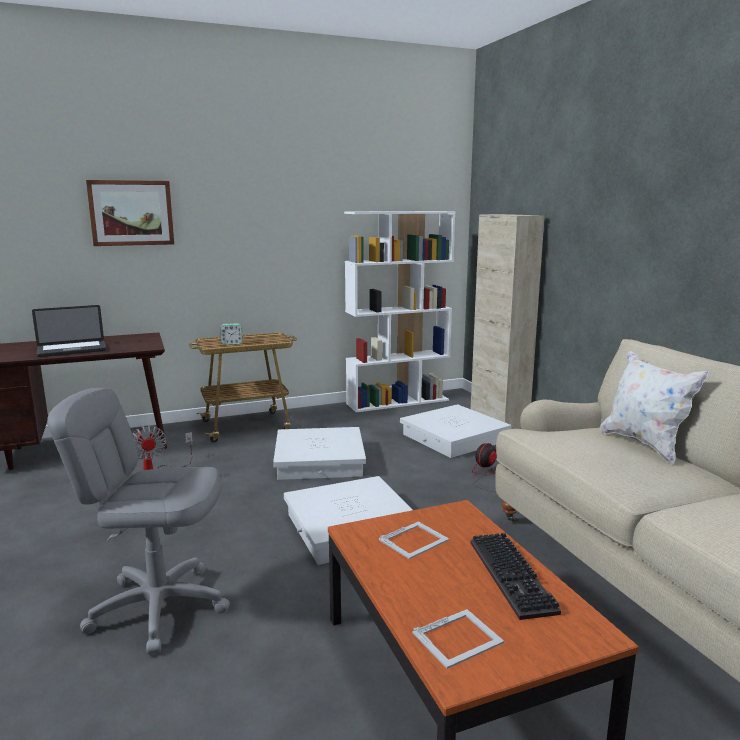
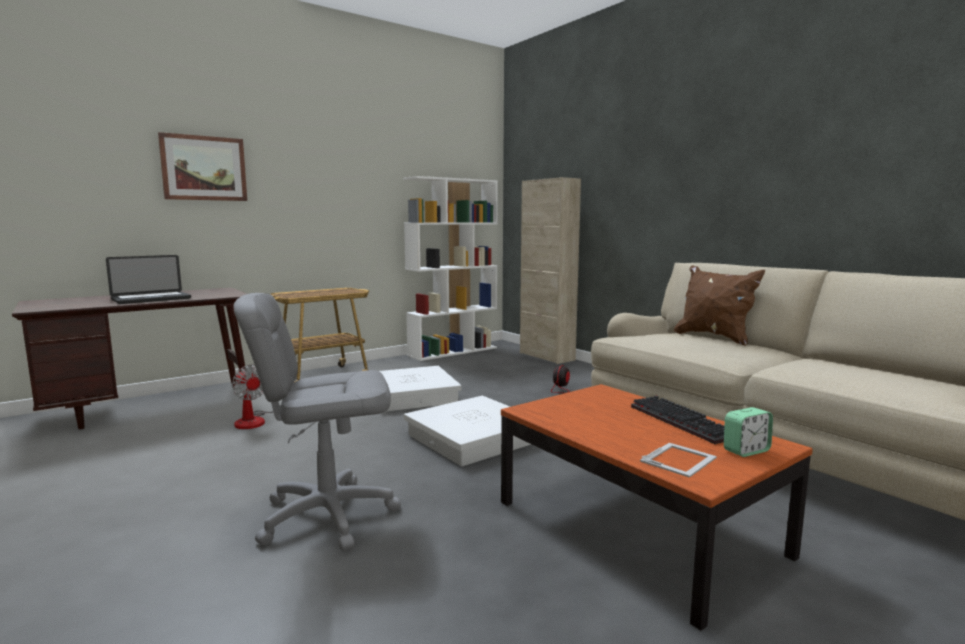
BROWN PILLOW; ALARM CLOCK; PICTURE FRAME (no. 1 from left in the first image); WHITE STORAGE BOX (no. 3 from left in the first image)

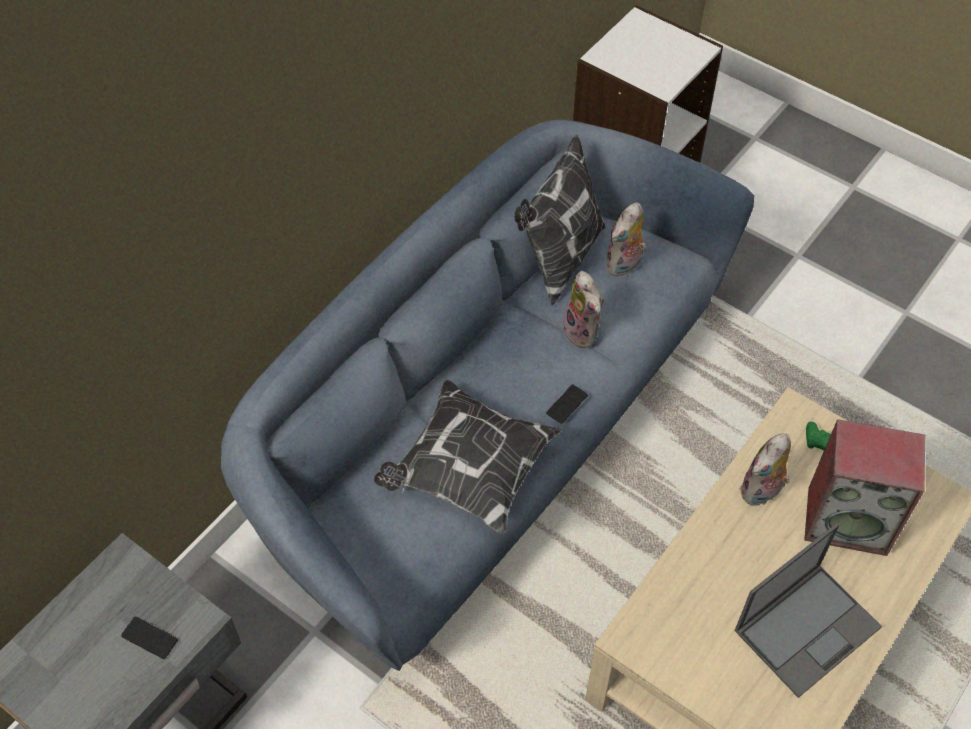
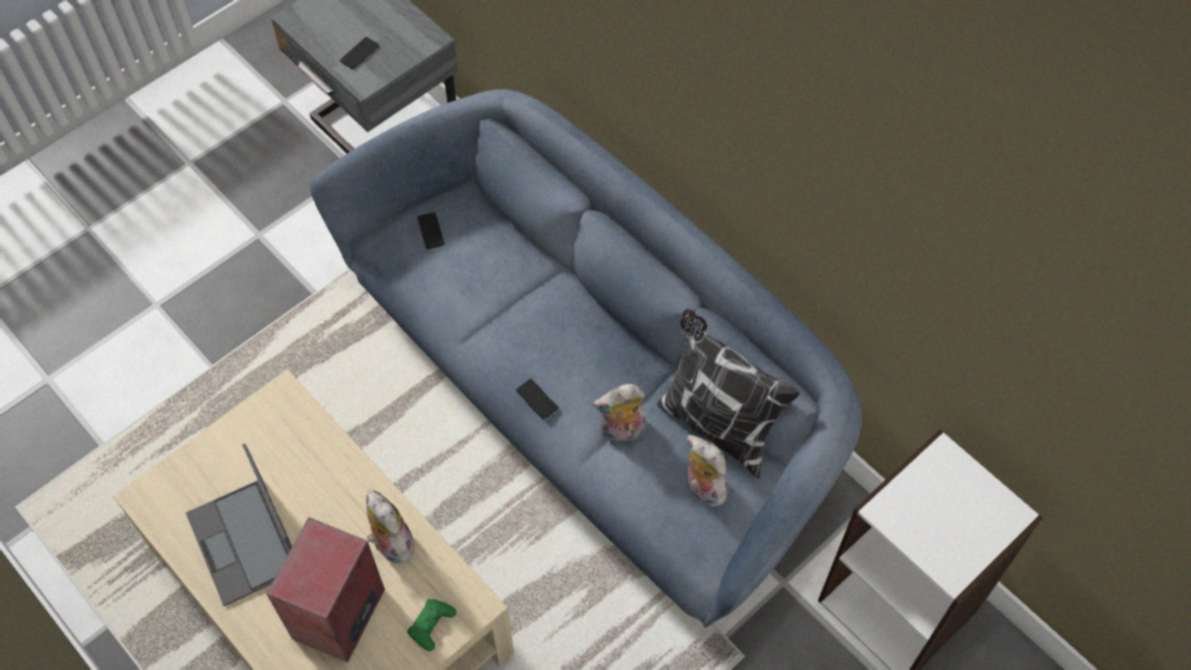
PHONE (no. 2 from left); PILLOW (no. 1 from left in the first image)

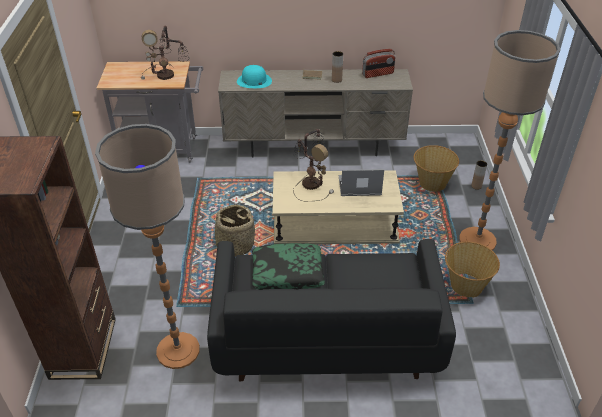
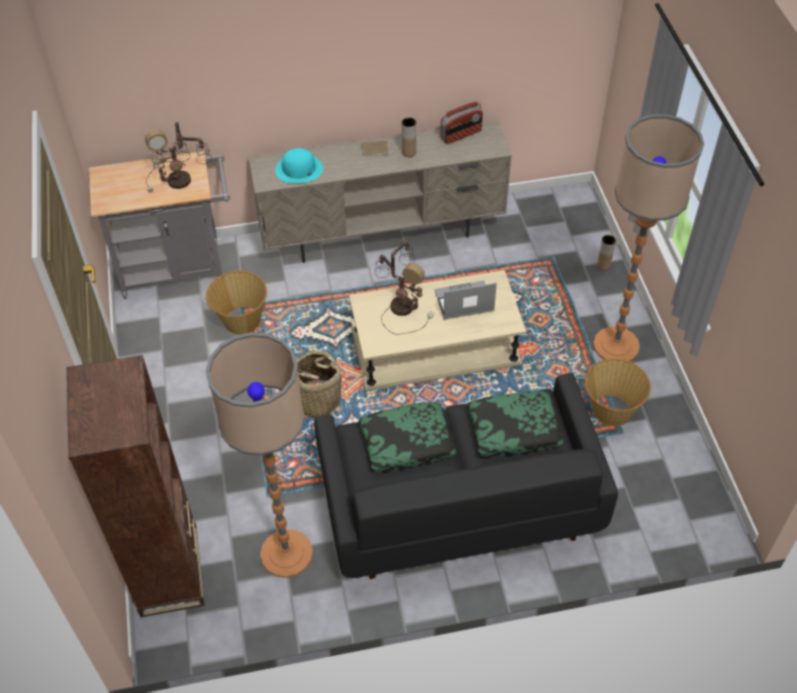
BASKET (no. 1 from left); PILLOW (no. 2 from left)

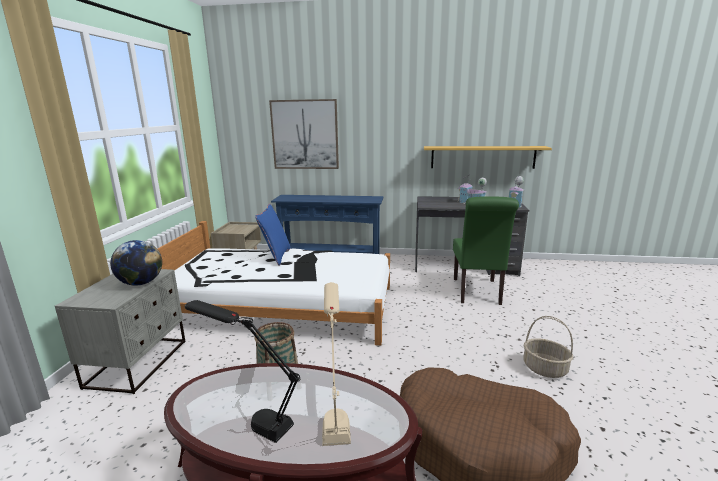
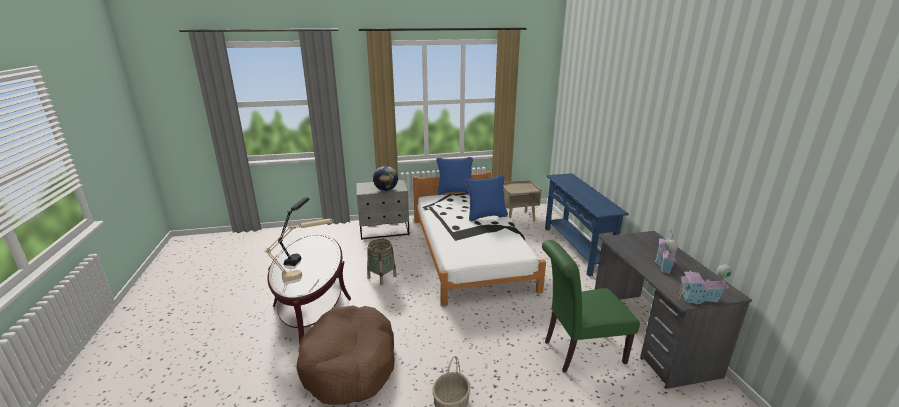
BLUE PILLOW (no. 1 from left); PICTURE; SHELF

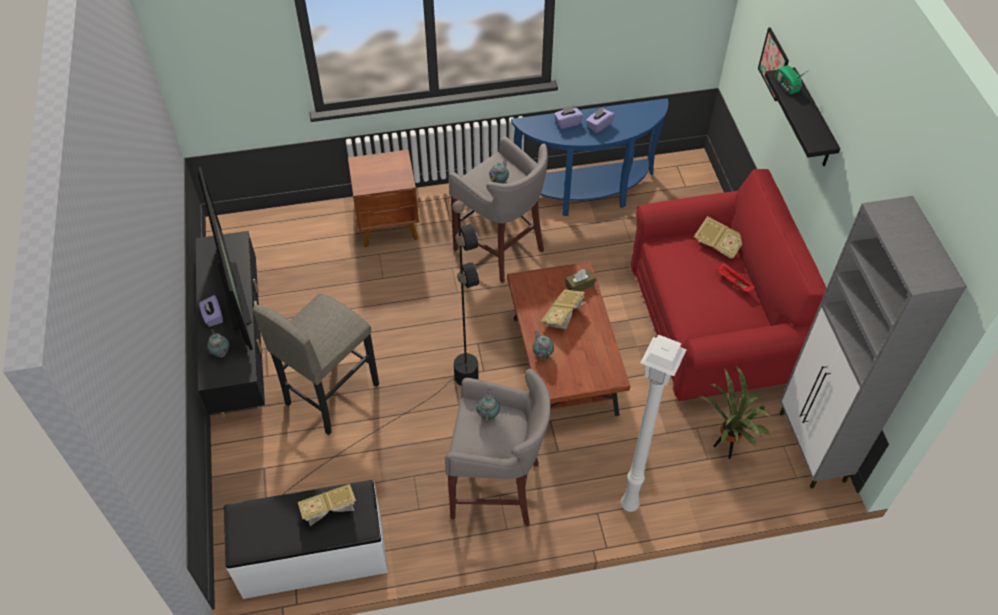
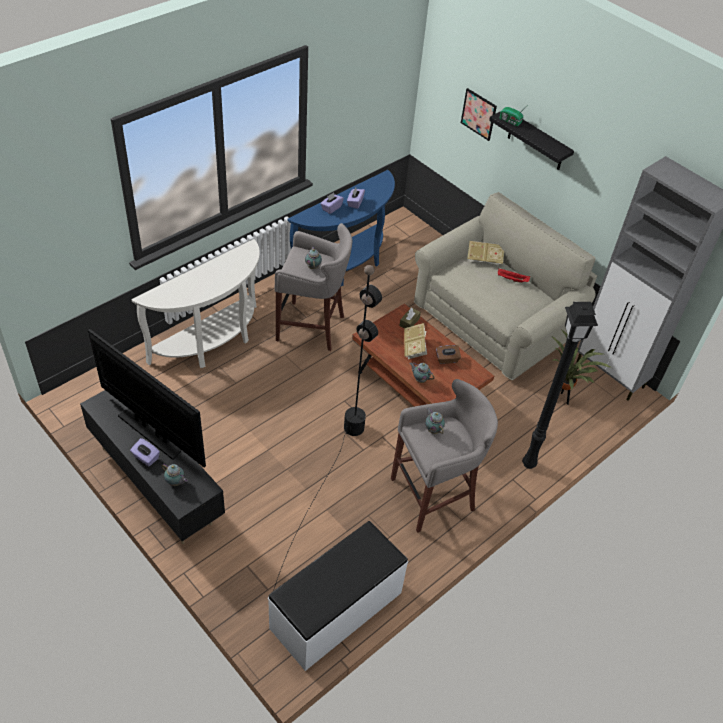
WHITE CONSOLE TABLE; BEIGE SOFA; BROWN TISSUE BOX (no. 2 from left); BLACK FLOOR LAMP (no. 2 from left); GREY STOOL (no. 1 from left in the first image); BOOK (no. 1 from left in the first image)

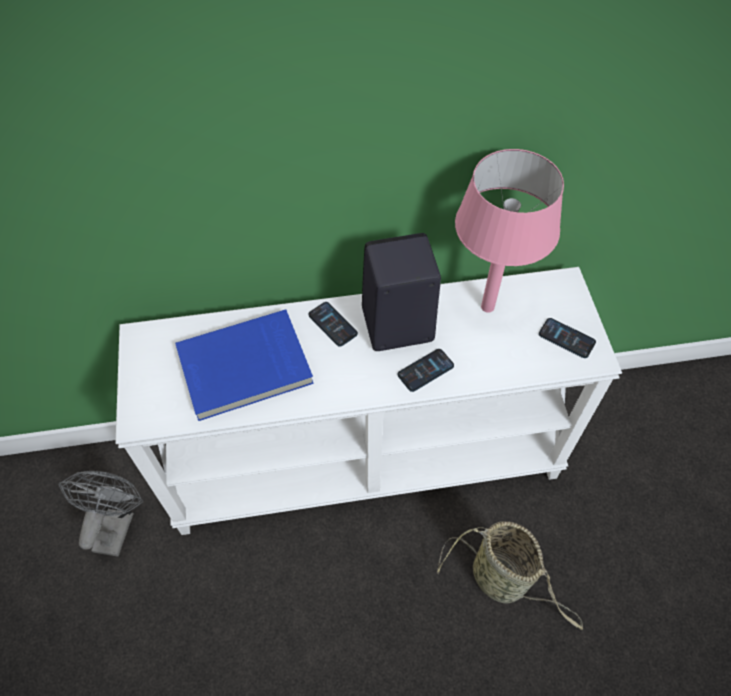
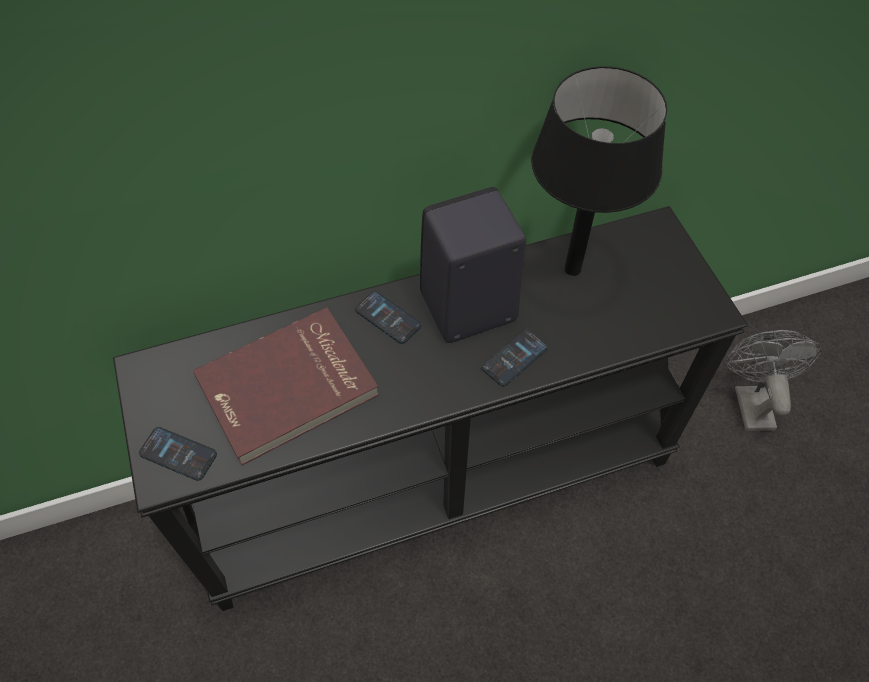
BLACK CONSOLE TABLE; PHONE (no. 1 from left); RED BOOK; BLACK TABLE LAMP; GREY FAN; BASKET

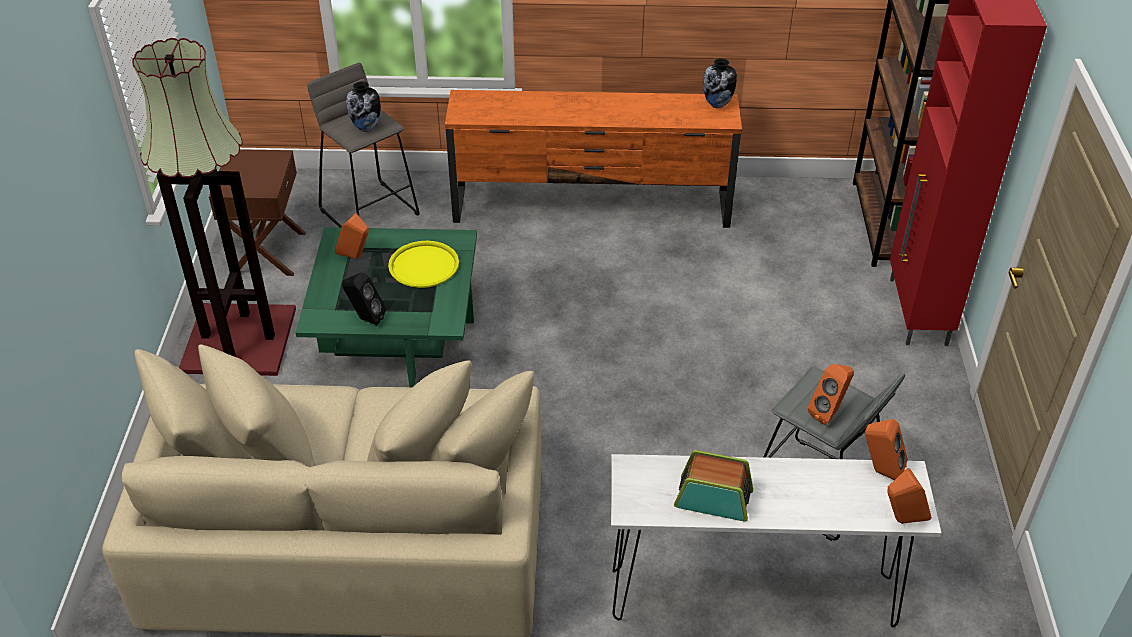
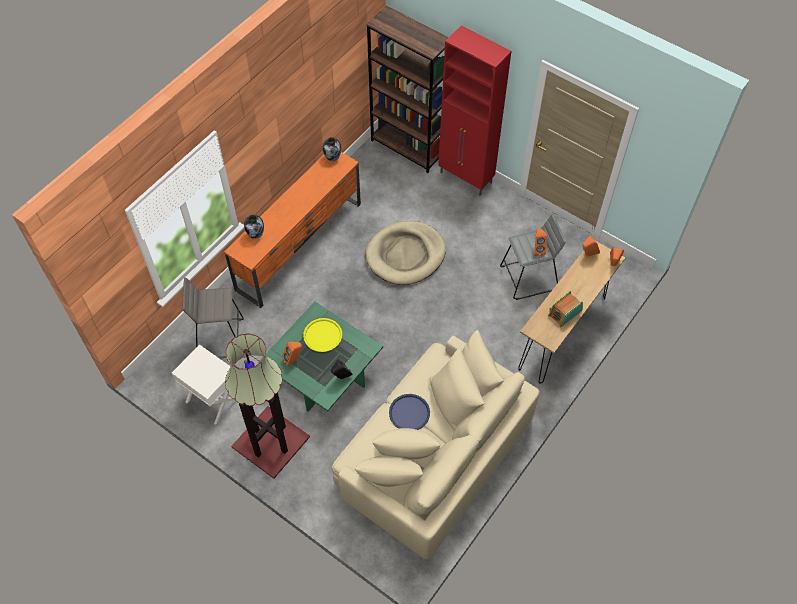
WHITE NIGHTSTAND; VASE (no. 1 from left); BEIGE DOG BED; BLUE TRAY; BROWN CONSOLE TABLE

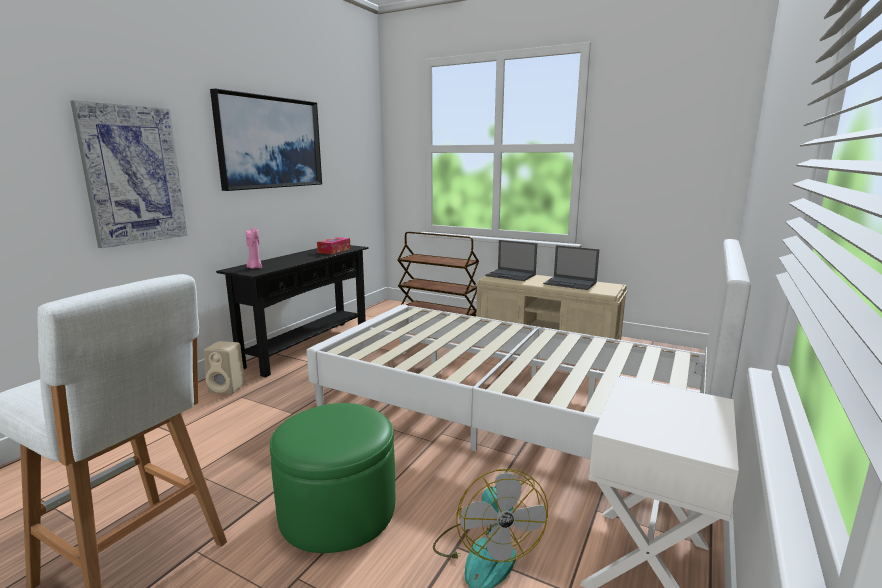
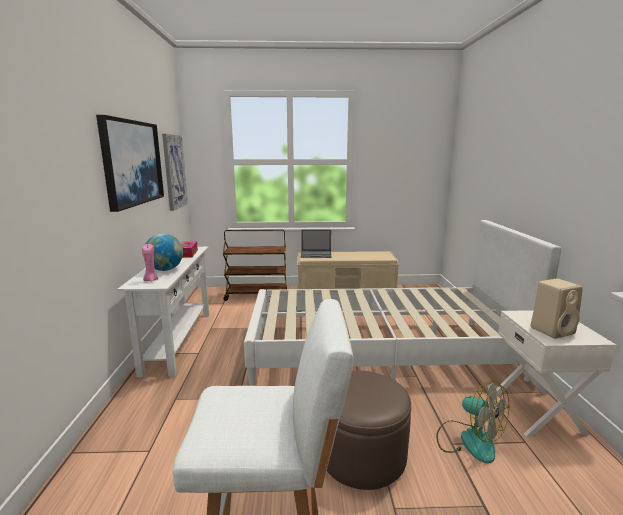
WHITE CONSOLE TABLE; GLOBE; PICTURE (no. 2 from left); BROWN OTTOMAN; BEIGE SPEAKER; LAPTOP (no. 2 from left in the first image)

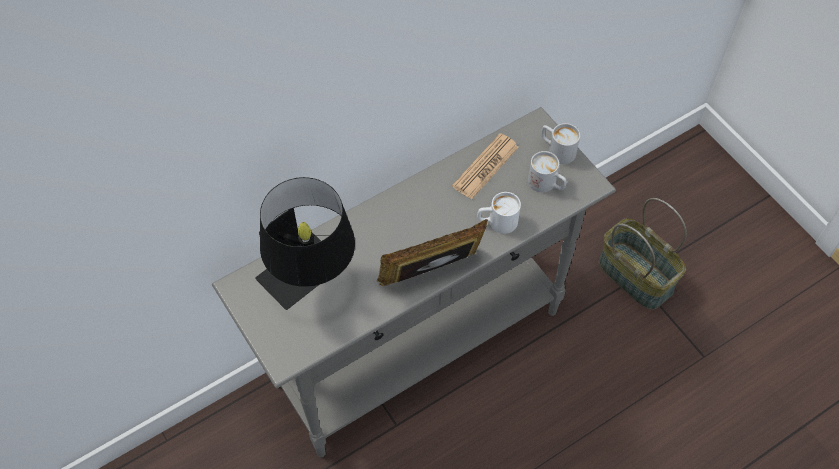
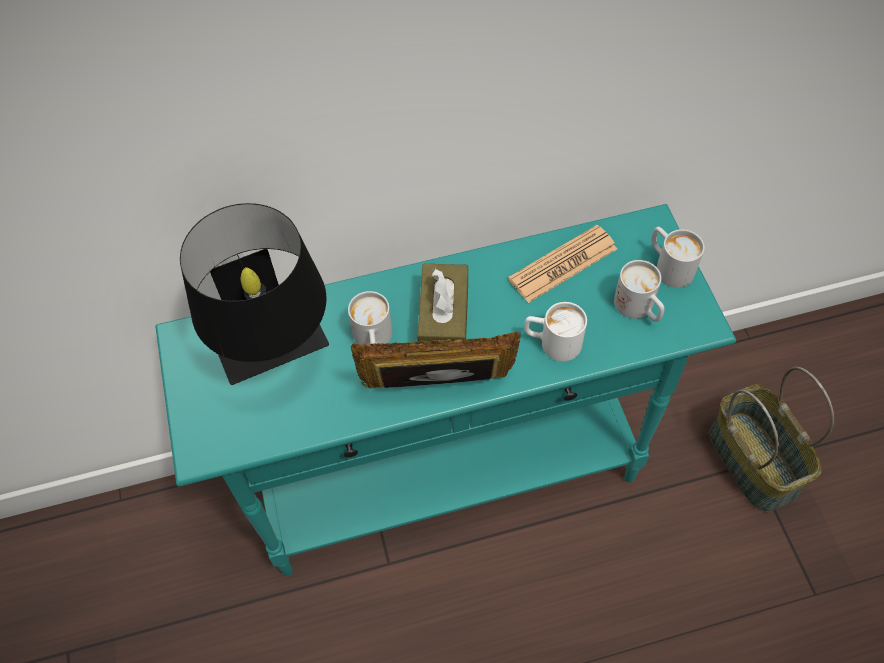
TURQUOISE CONSOLE TABLE; WHITE MUG (no. 1 from left); BROWN TISSUE BOX

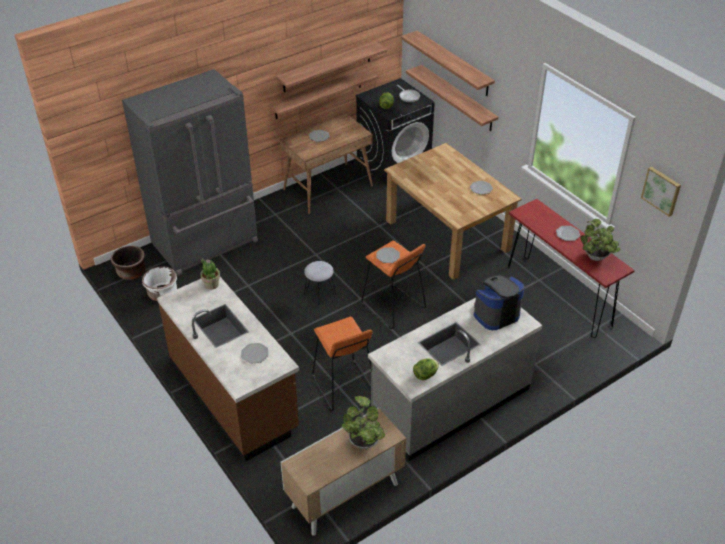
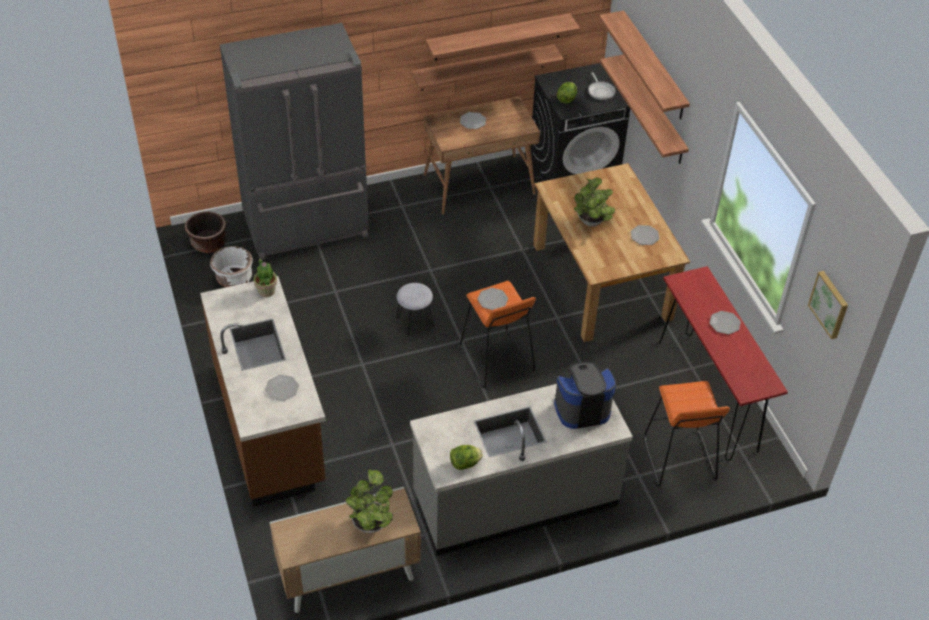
POTTED PLANT (no. 3 from left); ORANGE STOOL (no. 2 from left)

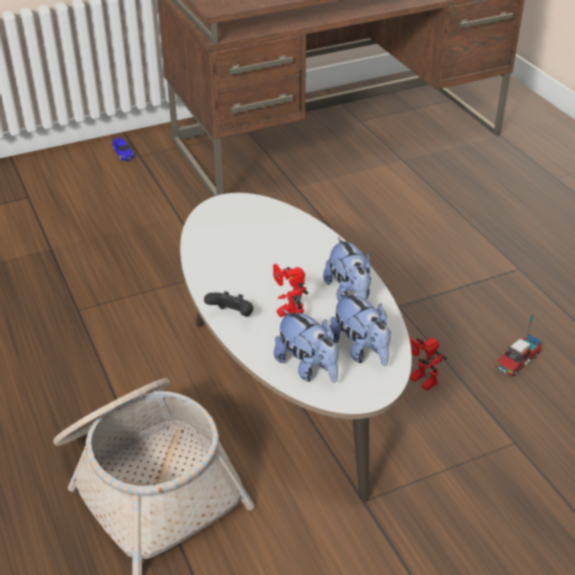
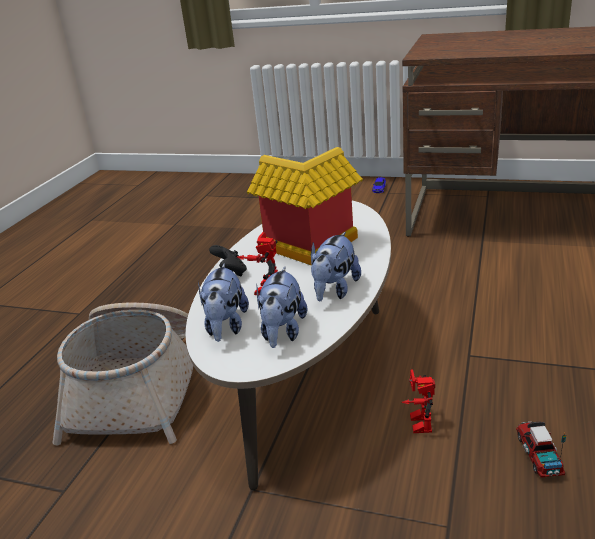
TOY HOUSE; TOY TRUCK

